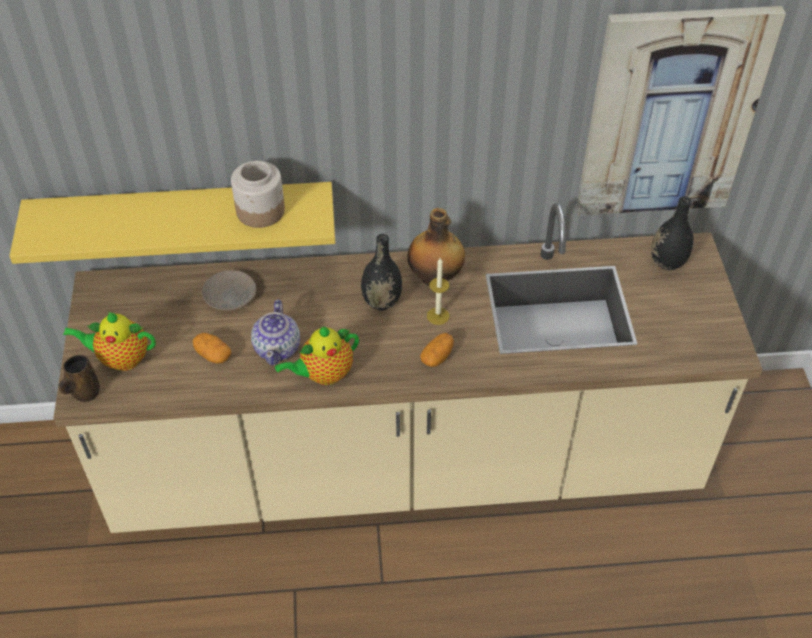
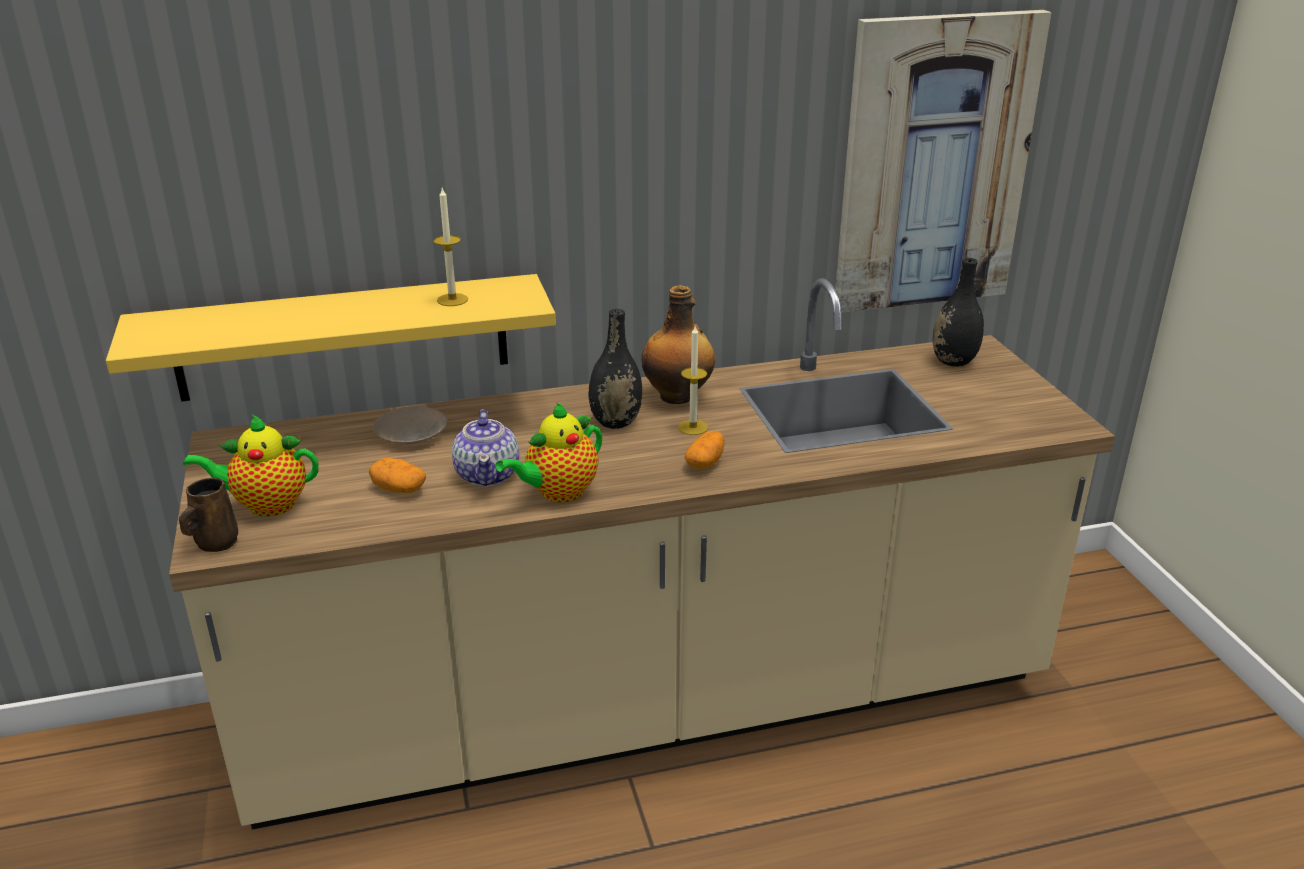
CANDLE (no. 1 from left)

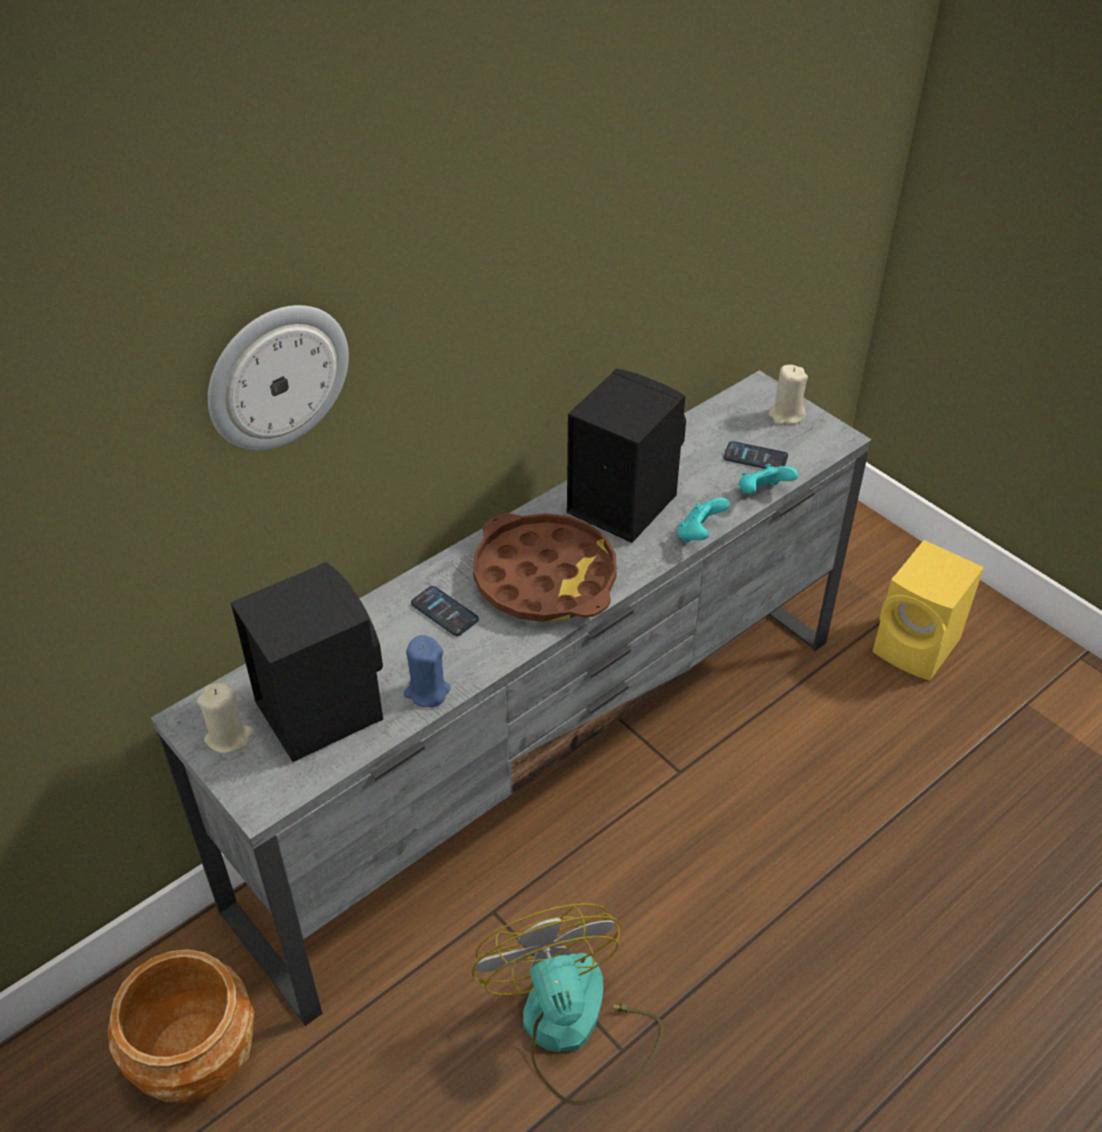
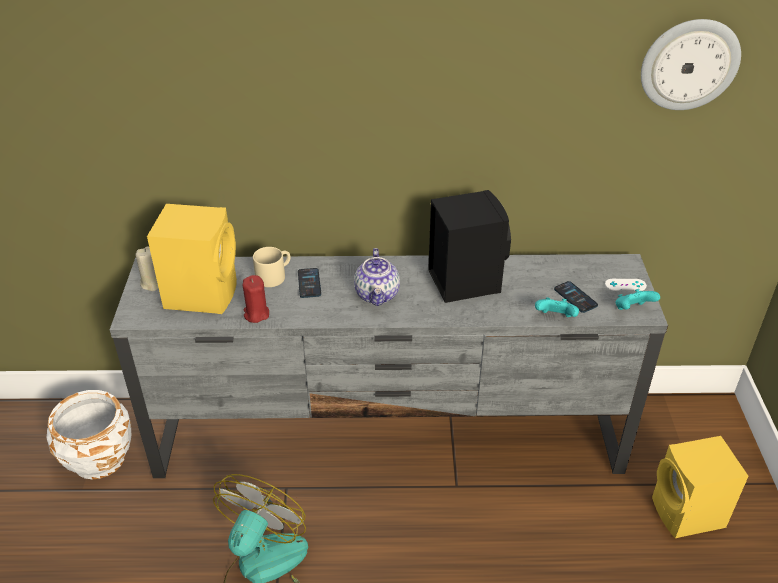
WHITE PLANTER; YELLOW SPEAKER (no. 1 from left); RED CANDLE; BEIGE MUG; TEAPOT; WHITE GAME CONTROLLER; TURQUOISE GAME CONTROLLER (no. 2 from left); WALL CLOCK

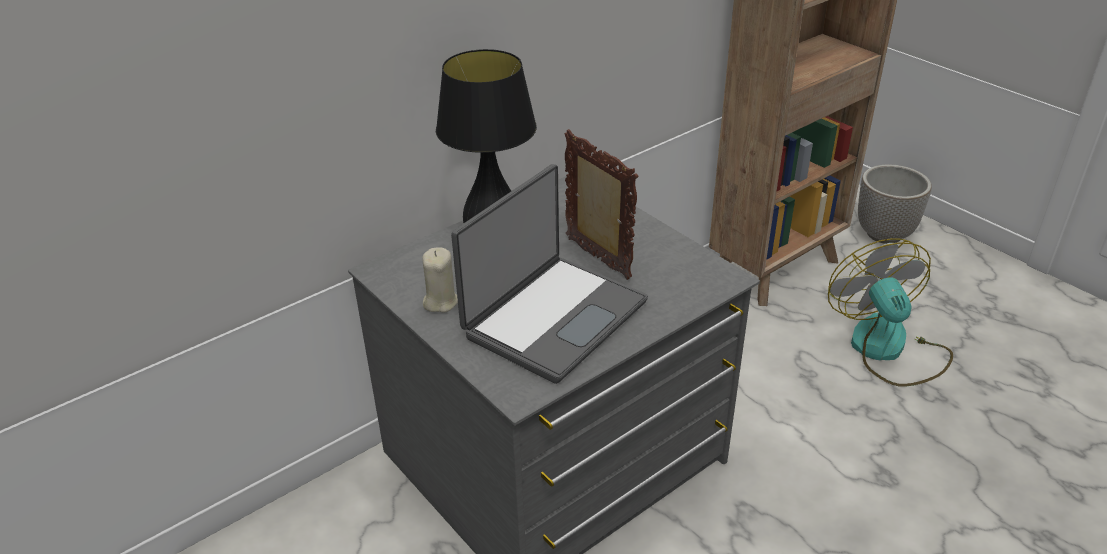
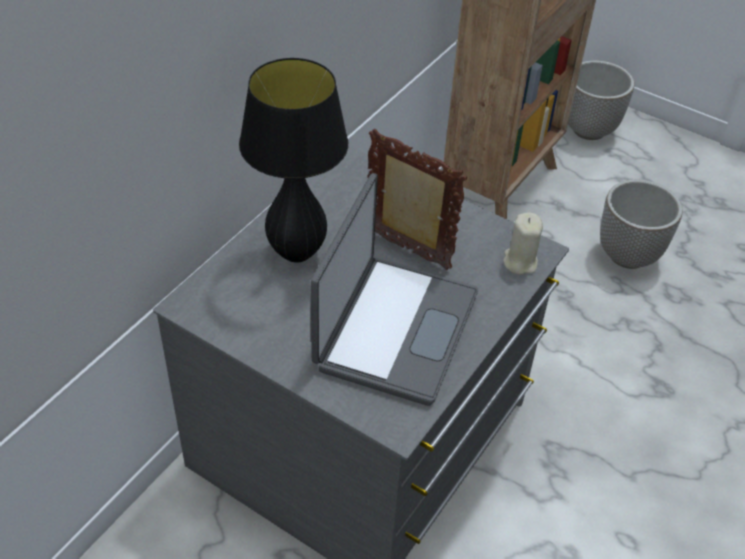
BEIGE CANDLE; PLANTER (no. 2 from left)

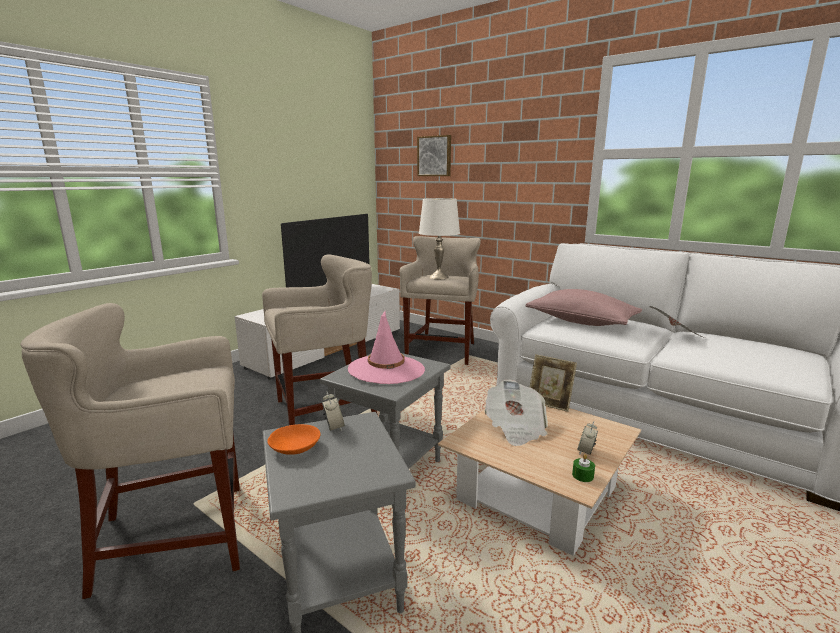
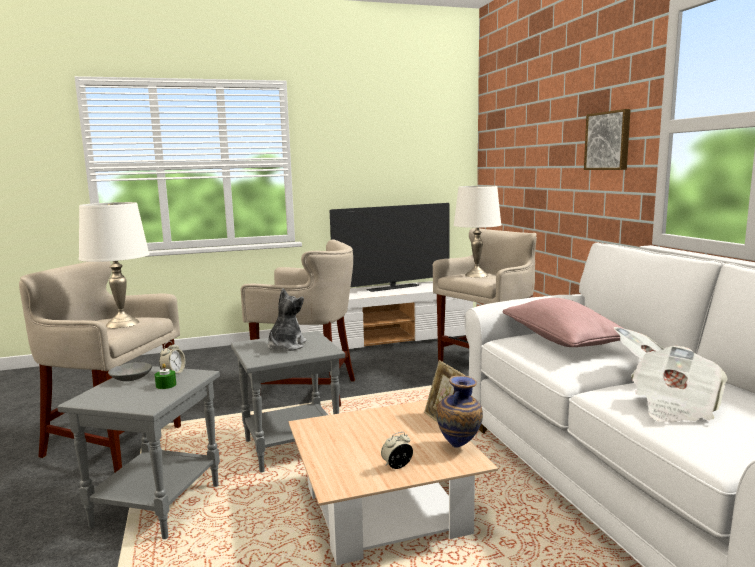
WHITE TABLE LAMP (no. 1 from left); GREY BOWL; GREEN CANDLE; PLUSH TOY; VASE; PICTURE; NEWSPAPER (no. 2 from left)

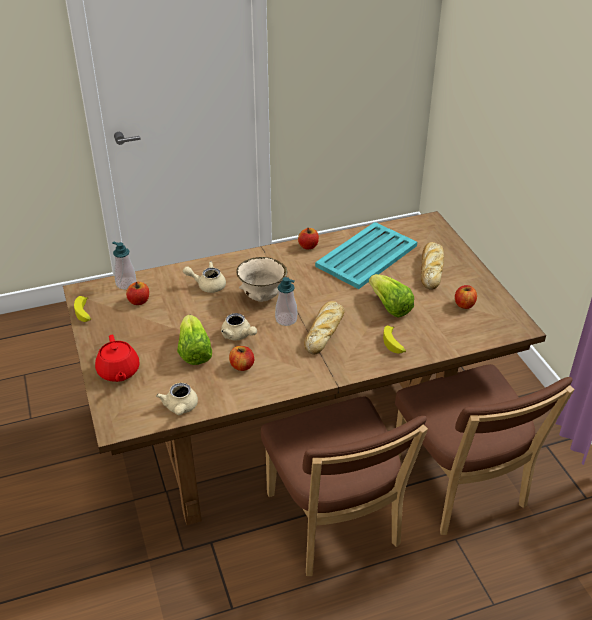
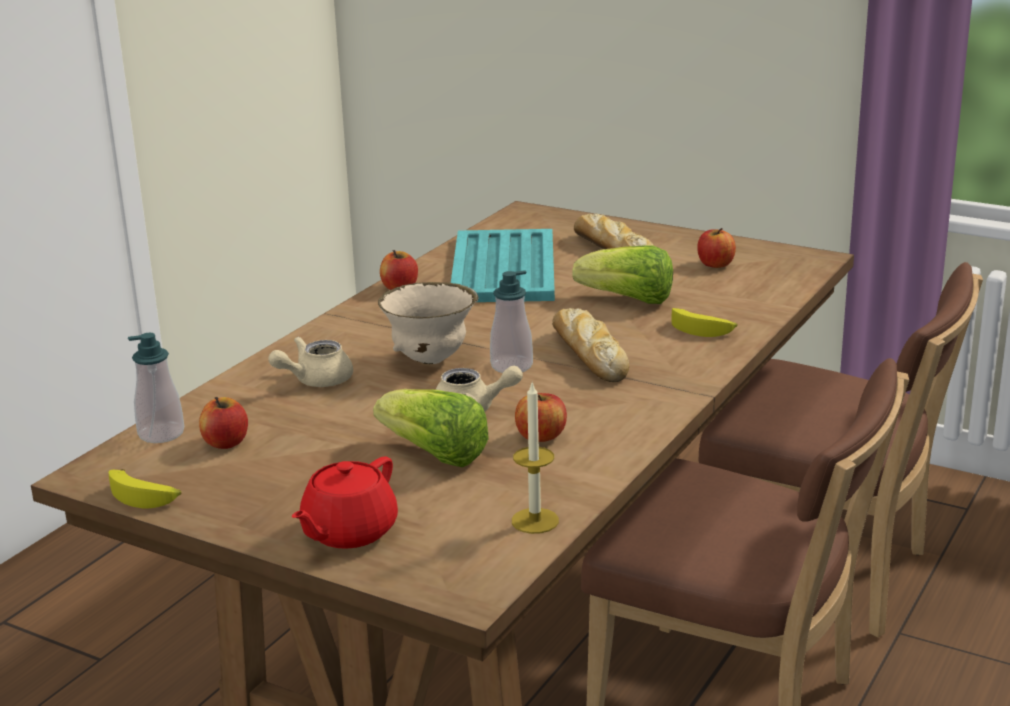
RED TEAPOT; CANDLE

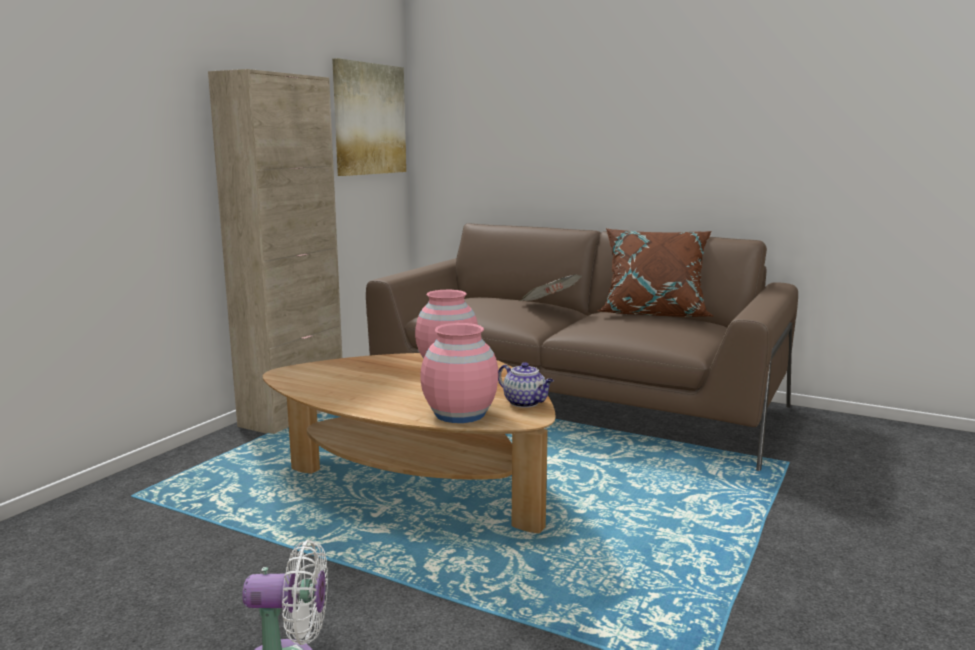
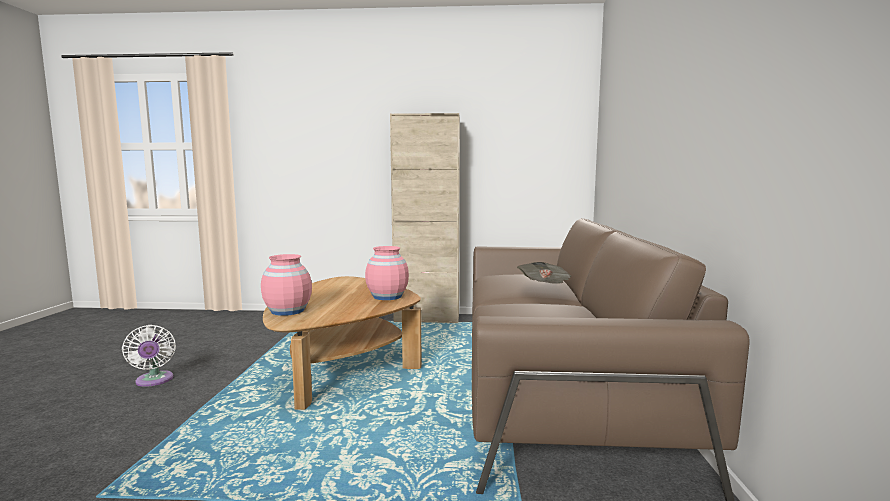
PICTURE; TEAPOT; BROWN PILLOW

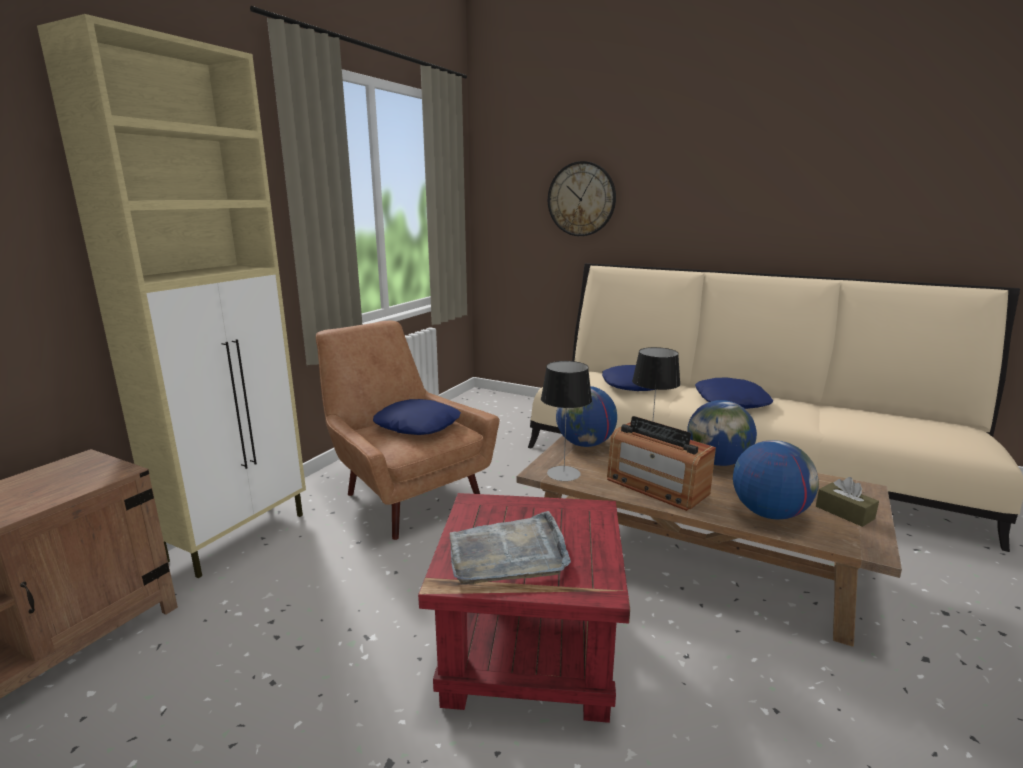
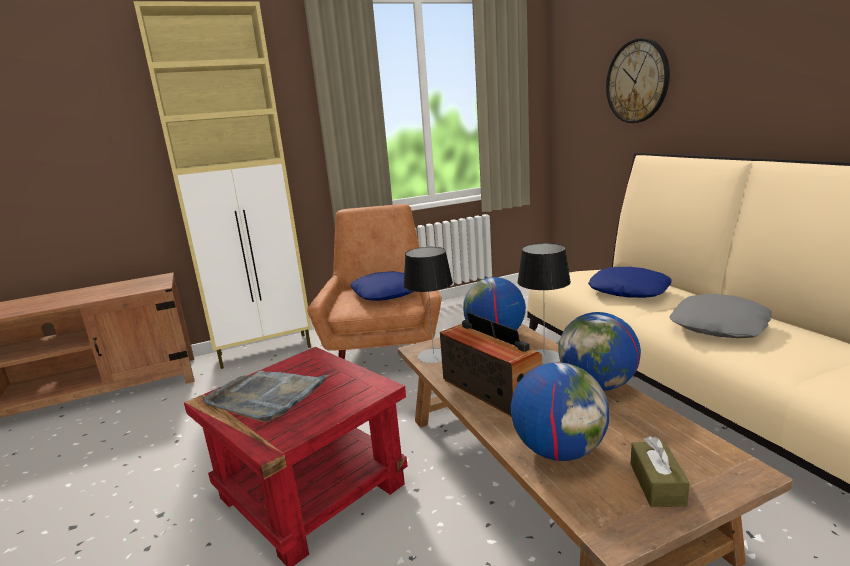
RADIO; GREY PILLOW

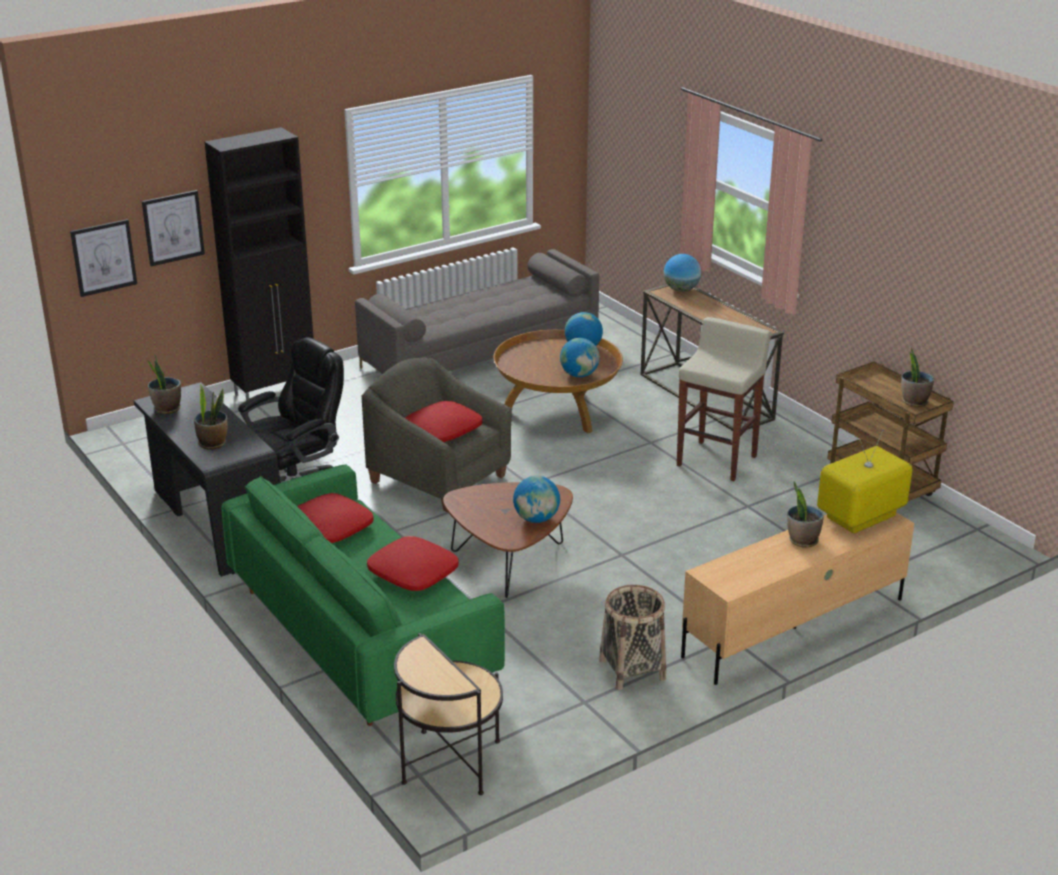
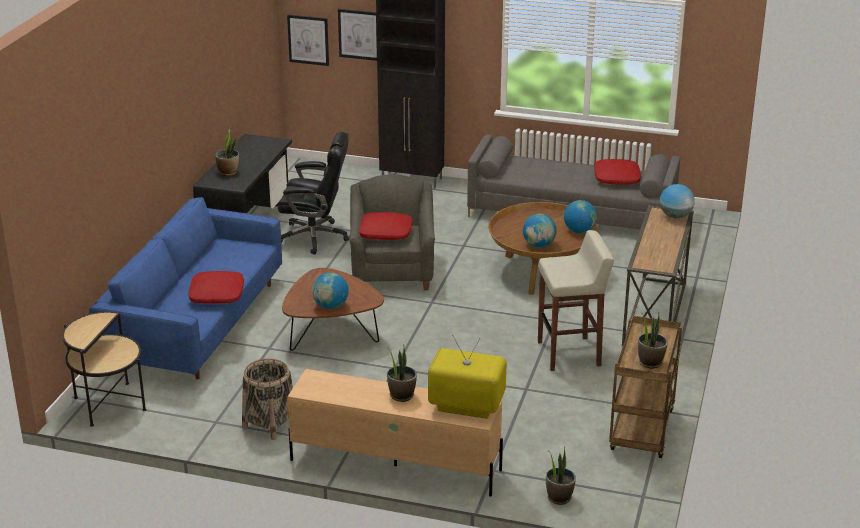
BLUE SOFA; POTTED PLANT (no. 3 from left); RED PILLOW (no. 3 from left)

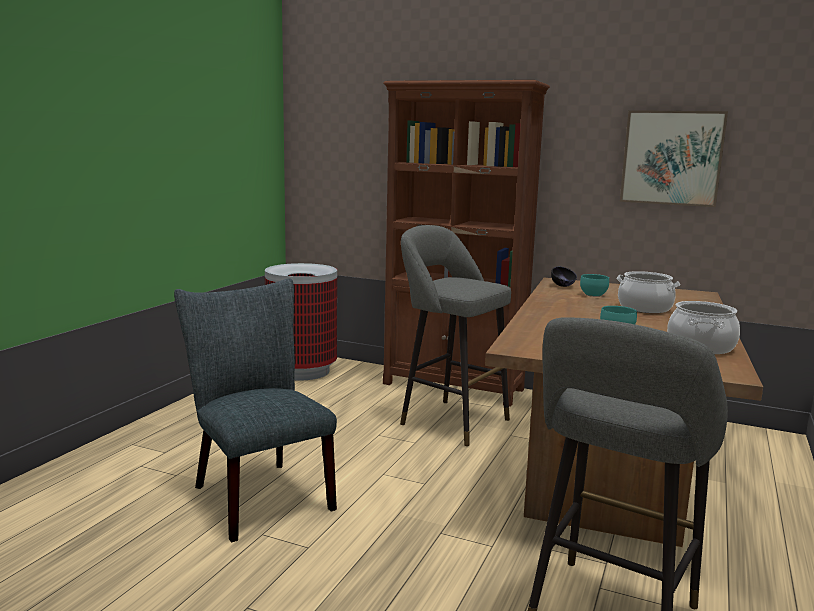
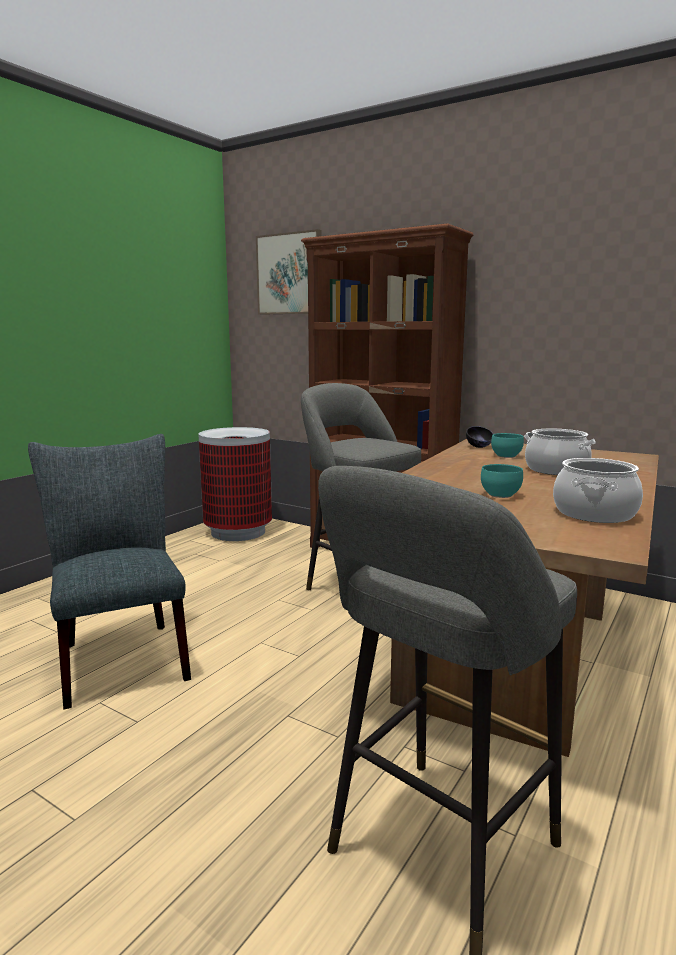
PICTURE

